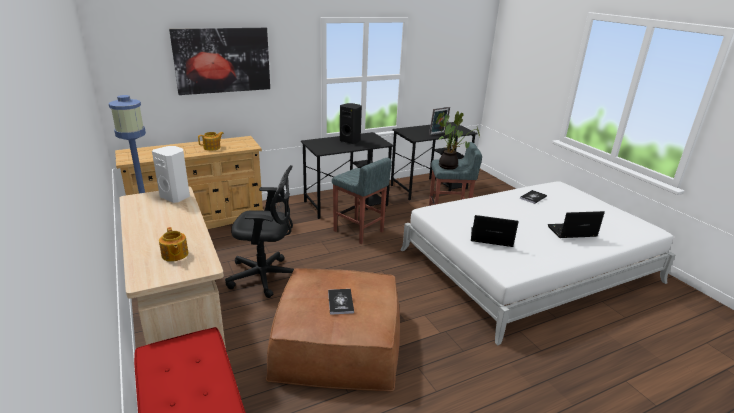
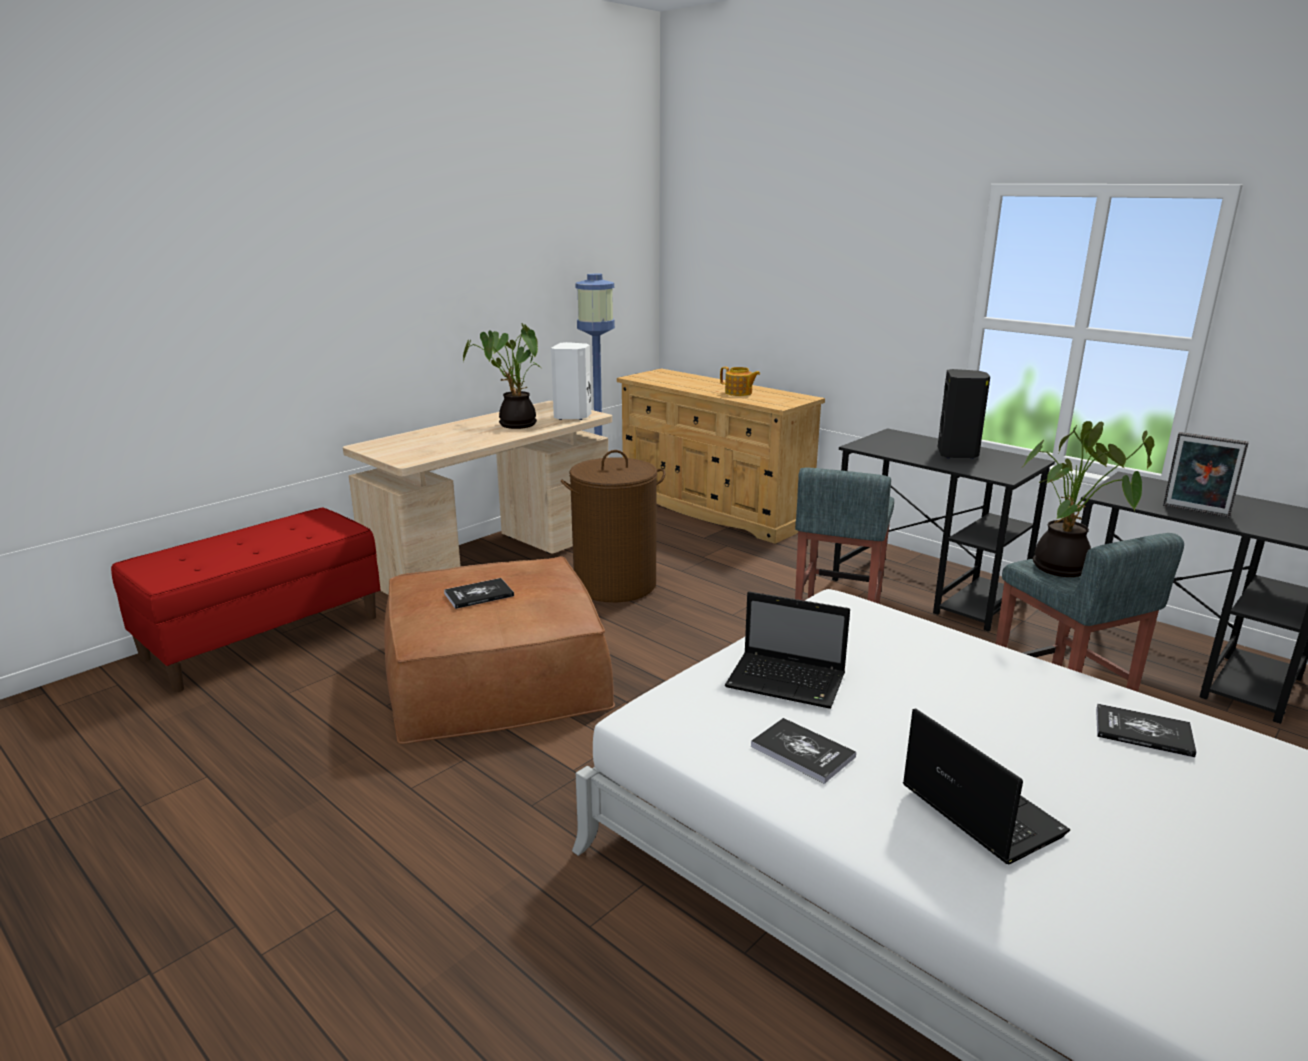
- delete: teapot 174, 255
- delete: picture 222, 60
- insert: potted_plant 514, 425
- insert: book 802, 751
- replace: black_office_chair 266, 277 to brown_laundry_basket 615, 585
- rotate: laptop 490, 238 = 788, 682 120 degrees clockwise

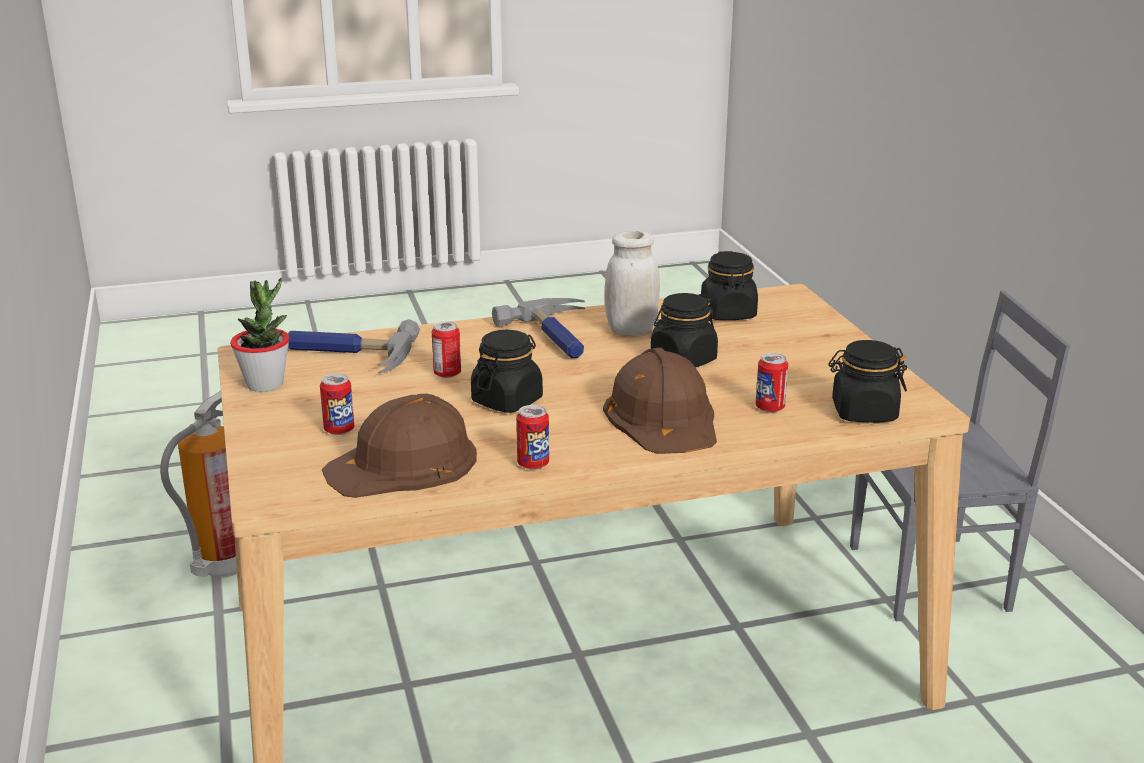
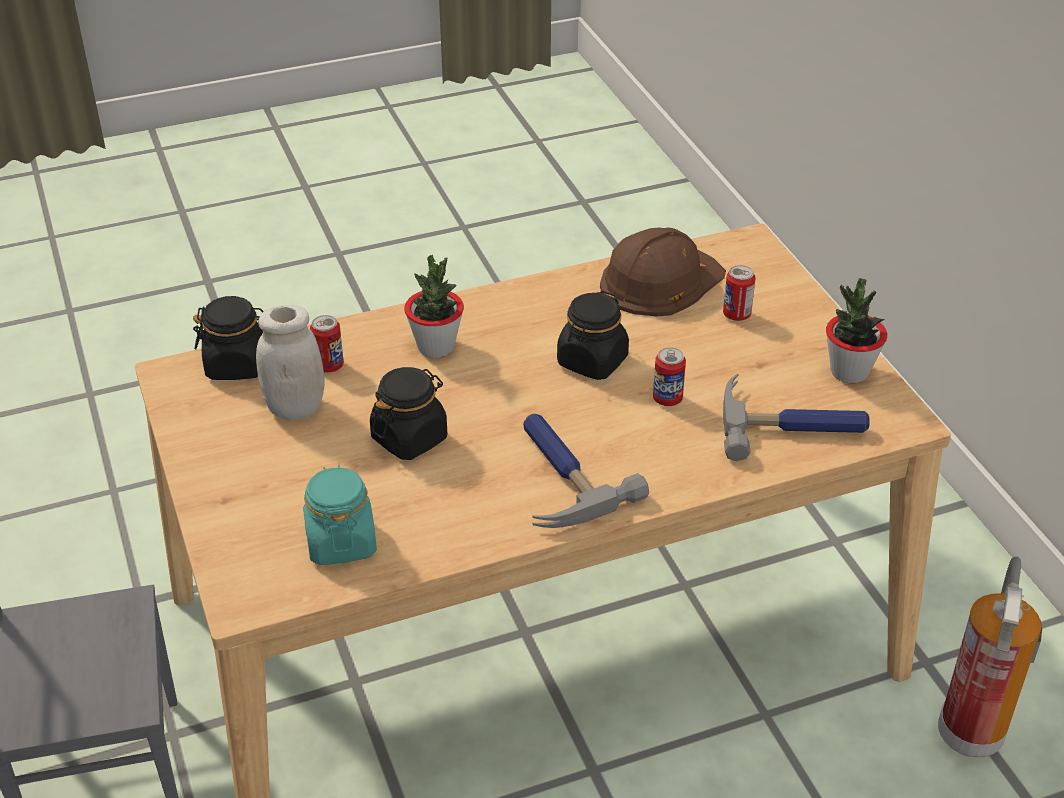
- delete: can 533, 464
- move: white_jar 631, 330 to 295, 408
- replace: brown_hard_hat 663, 417 to potted_plant 436, 347
- recolor: black_jar 728, 314 to turquoise_jar 341, 542

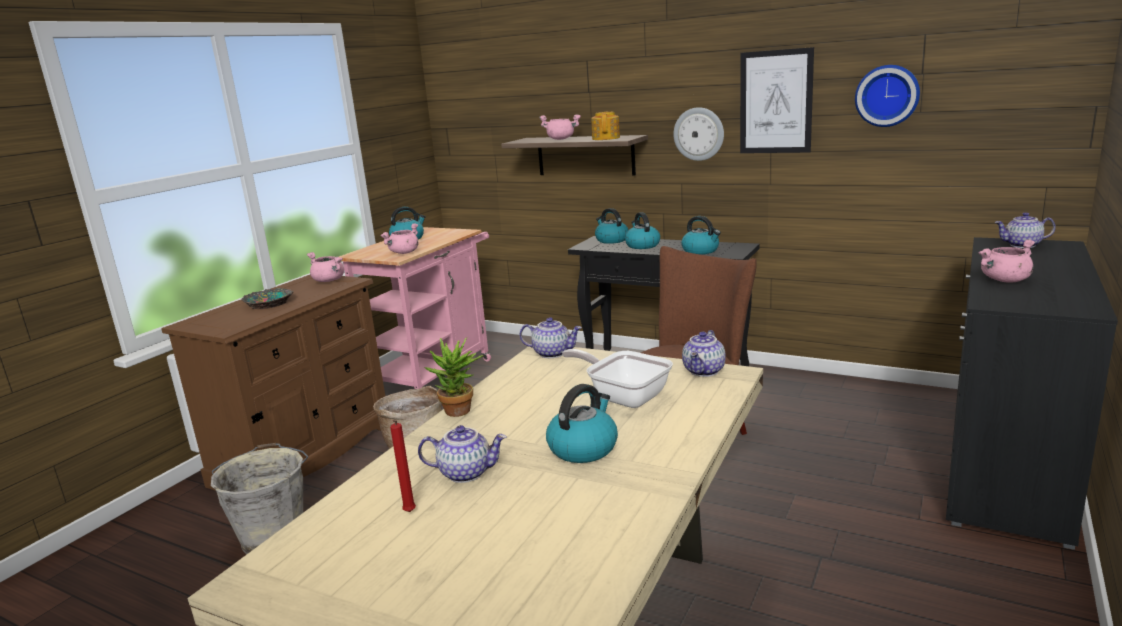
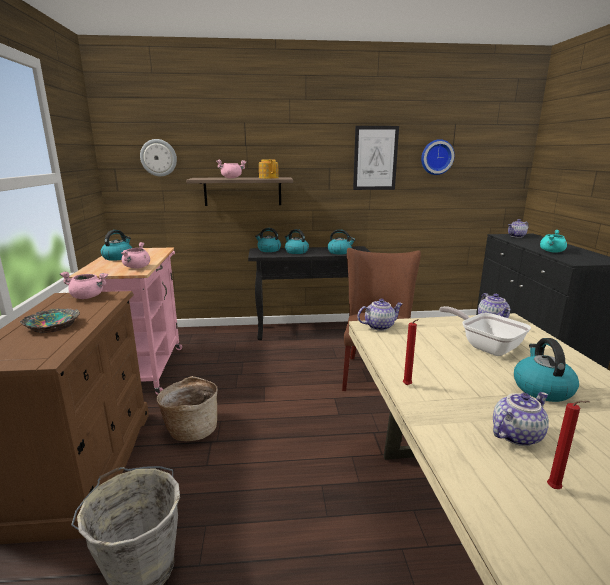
- move: wall_clock 699, 134 to 158, 157
- replace: potted_plant 460, 413 to red_candle 408, 386
- recolor: pink_cooking_pot 1005, 280 to turquoise_cooking_pot 552, 251
- rotate: frying_pan 624, 396 = 485, 346 45 degrees clockwise

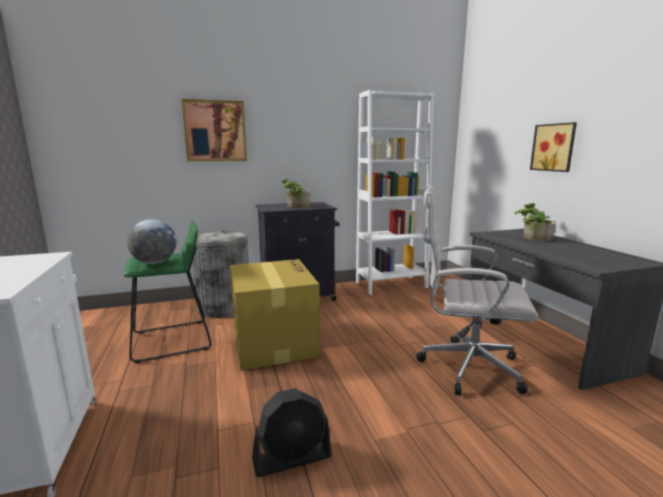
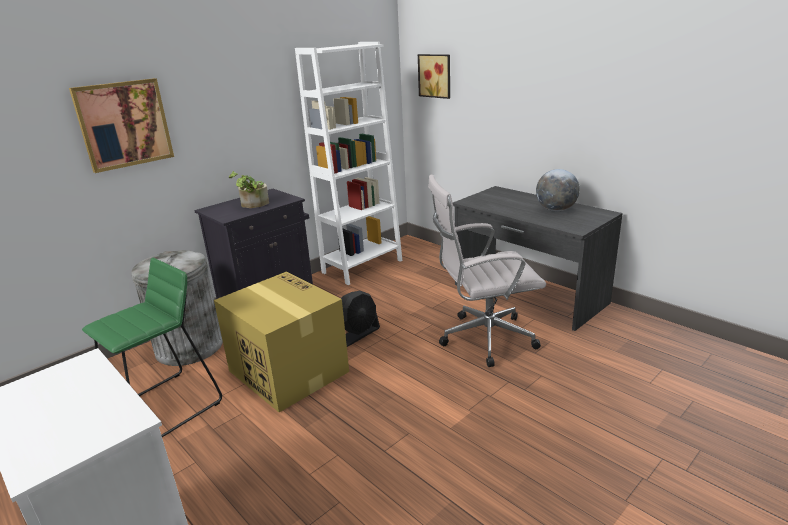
- delete: potted_plant 533, 237
- move: globe 155, 263 to 555, 210
- move: black_fan 292, 458 to 357, 335
- move: picture 554, 147 to 435, 75

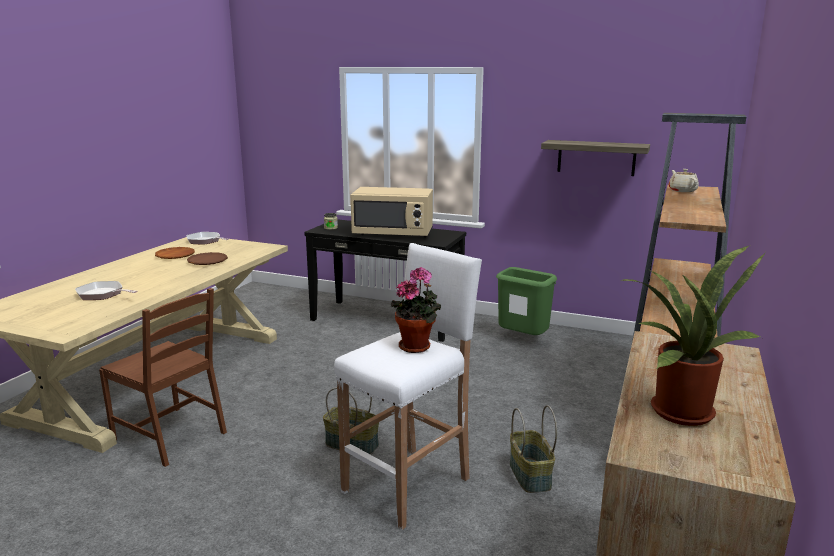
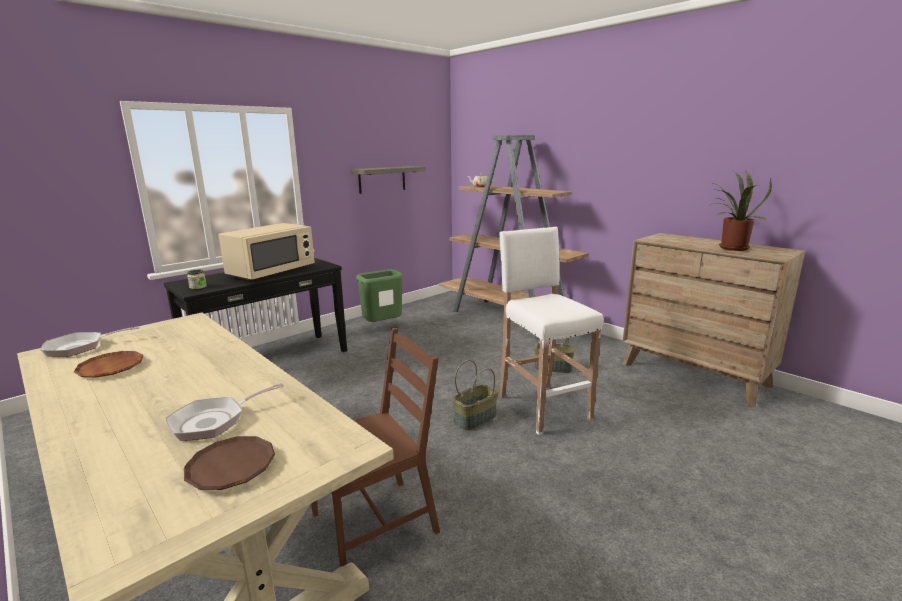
- delete: potted_plant 417, 346
- move: brown_plate 207, 261 to 231, 467

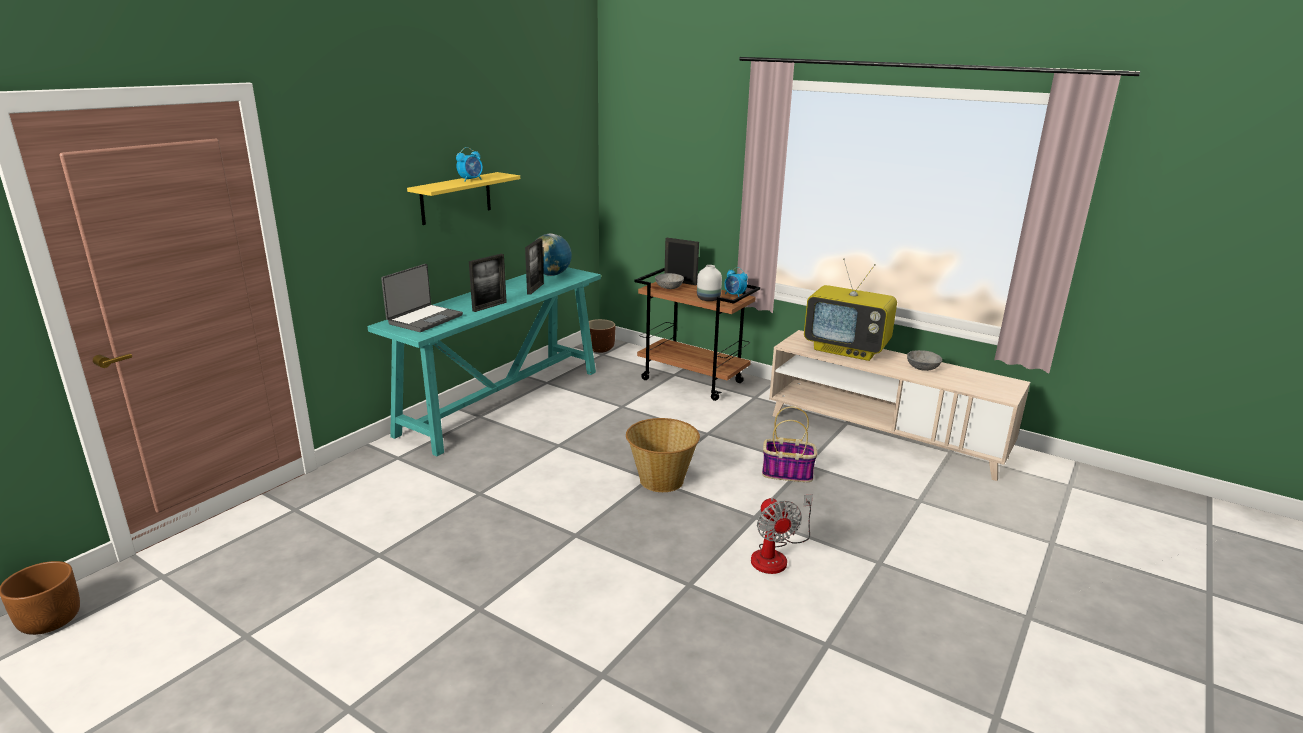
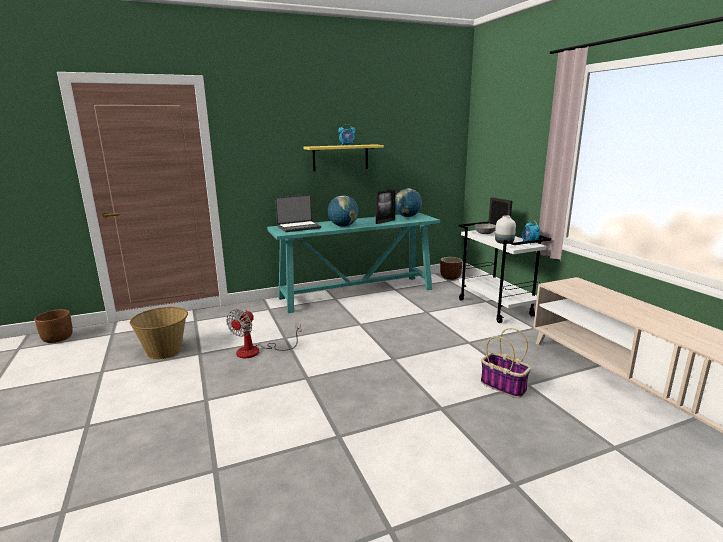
- delete: television 847, 350
- delete: grey_bowl 922, 368
- move: basket 661, 480 to 165, 351
- move: fan 776, 555 to 257, 351
- replace: picture_frame 489, 306 to globe 343, 226
- recolor: brown_cart 693, 381 to white_cart 496, 307

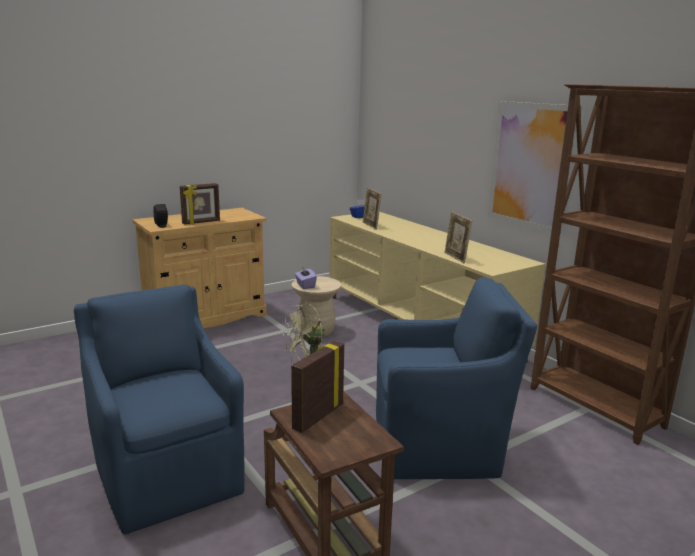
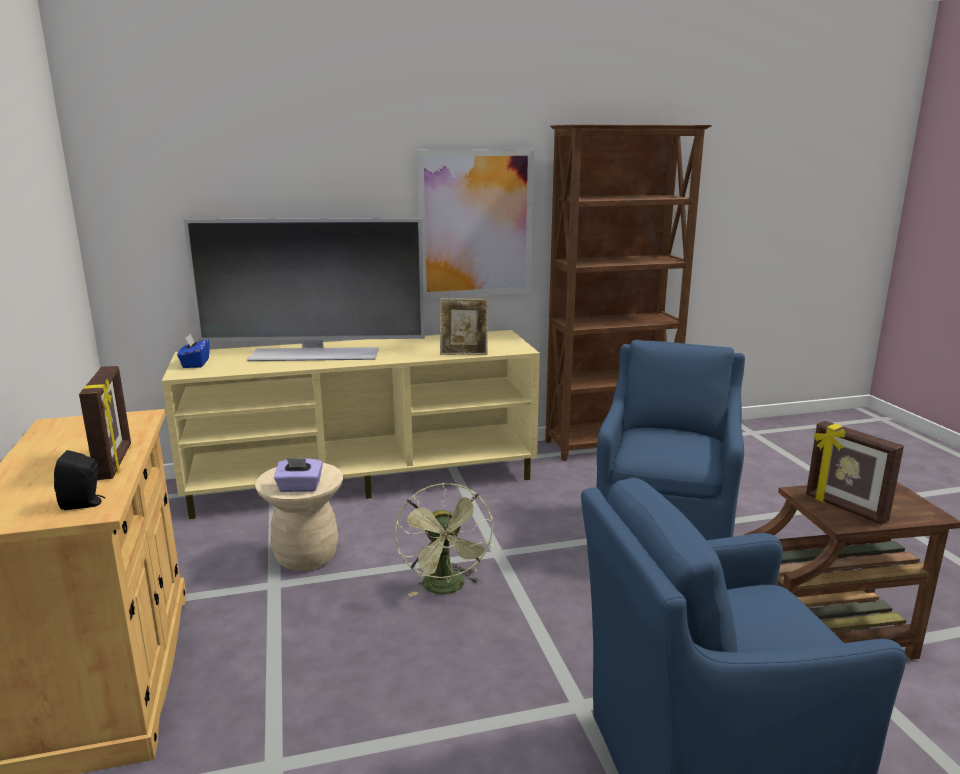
- delete: picture_frame 371, 226
- insert: television 314, 354

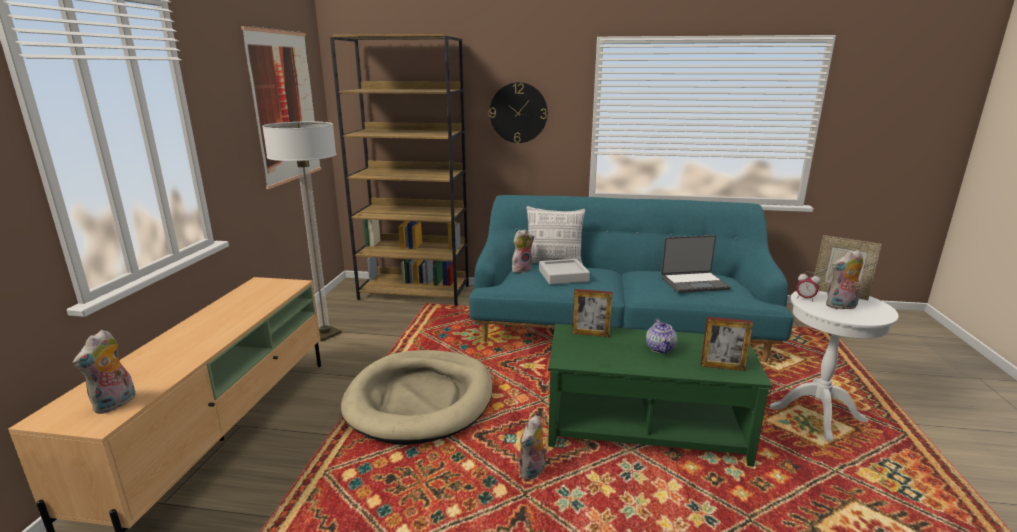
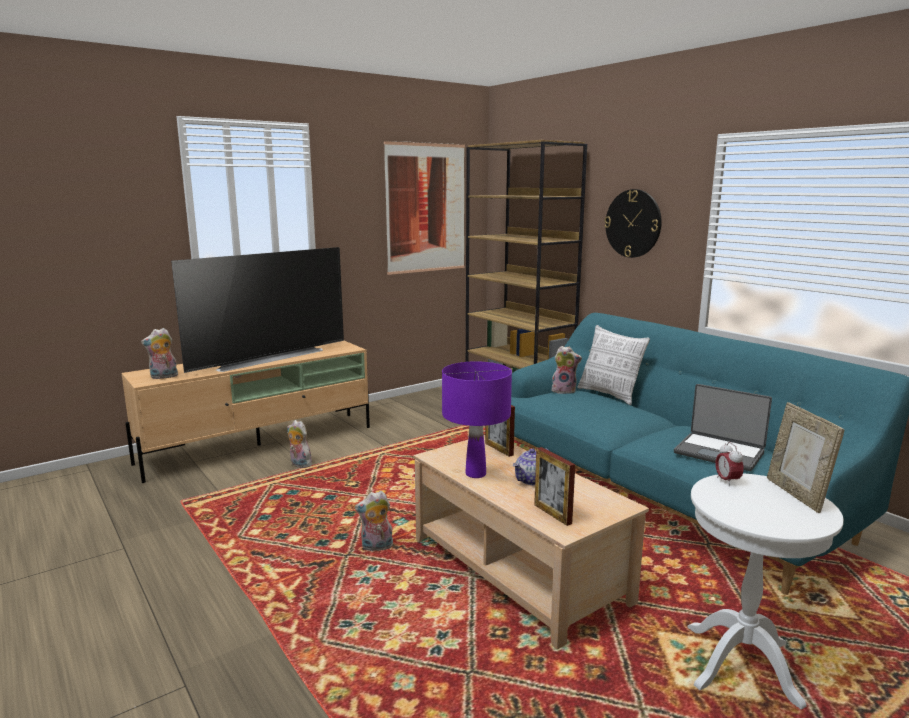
- delete: floor_lamp 325, 334
- delete: beige_dog_bed 420, 400
- delete: grey_tray 563, 275
- insert: television 267, 358
- insert: purple_table_lamp 475, 474
- move: plush_toy 841, 306 to 299, 464
- recolor: green_coffee_table 644, 426 to beige_coffee_table 519, 569

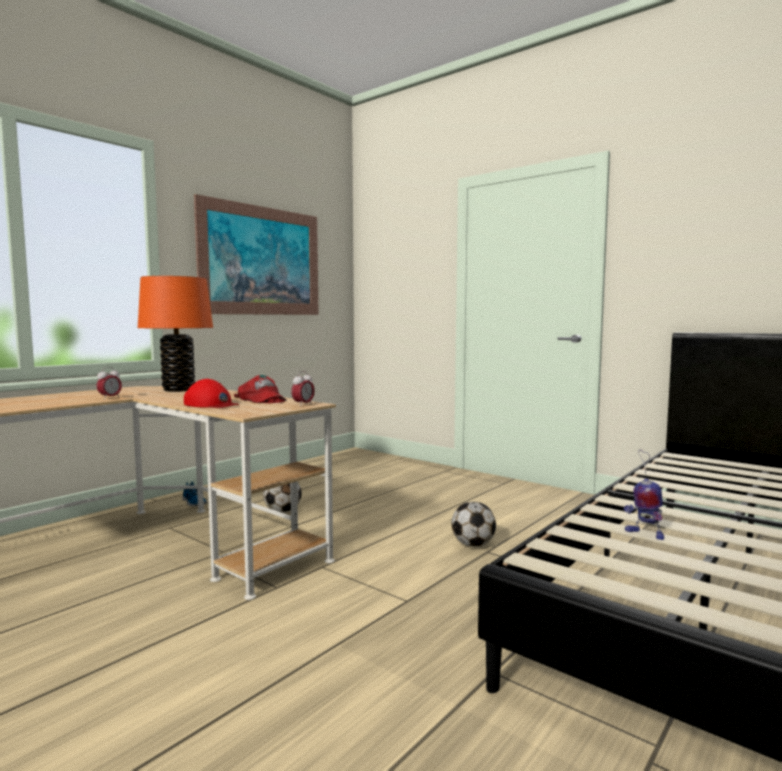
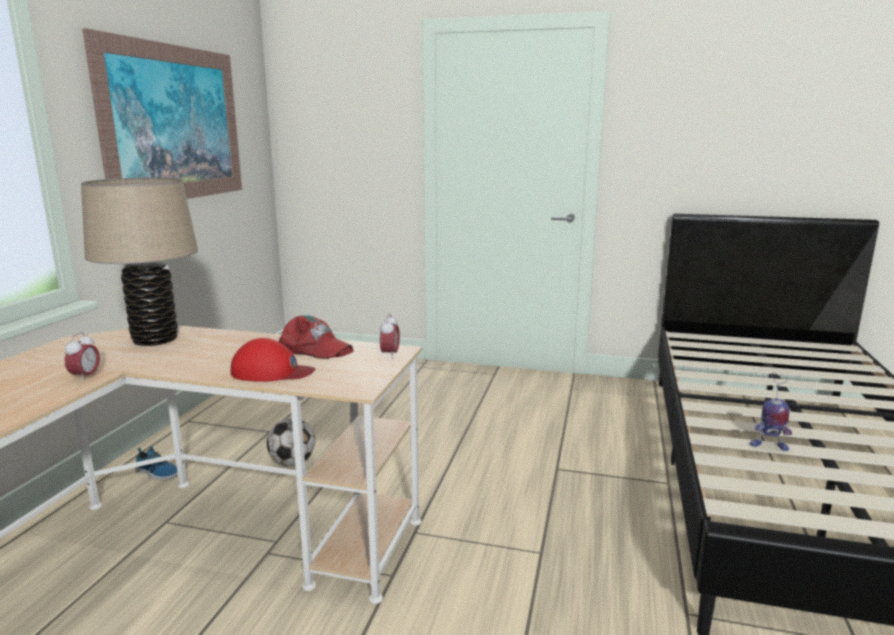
- delete: football 473, 545
- recolor: orange_table_lamp 178, 390 to beige_table_lamp 155, 339

